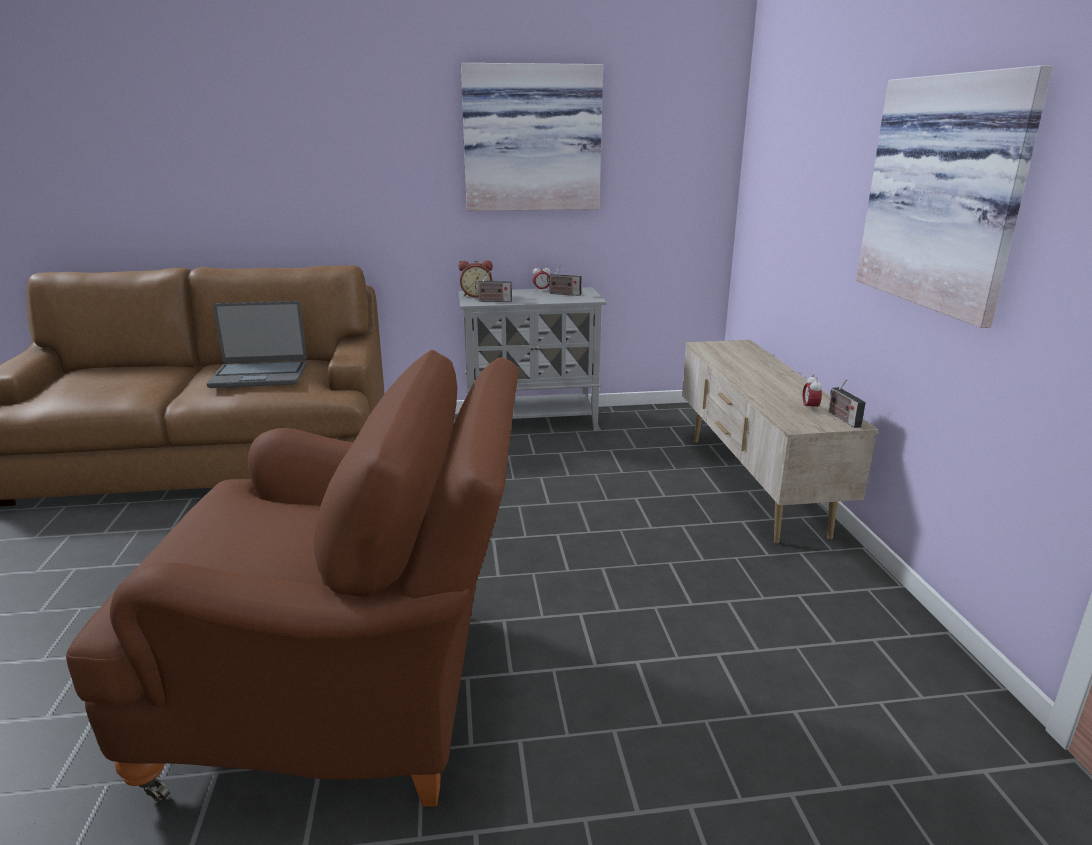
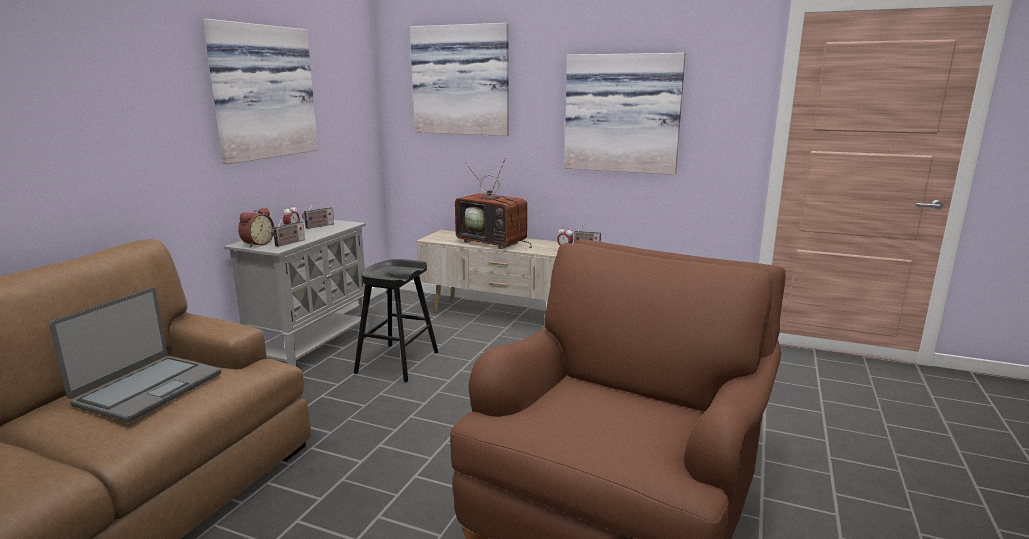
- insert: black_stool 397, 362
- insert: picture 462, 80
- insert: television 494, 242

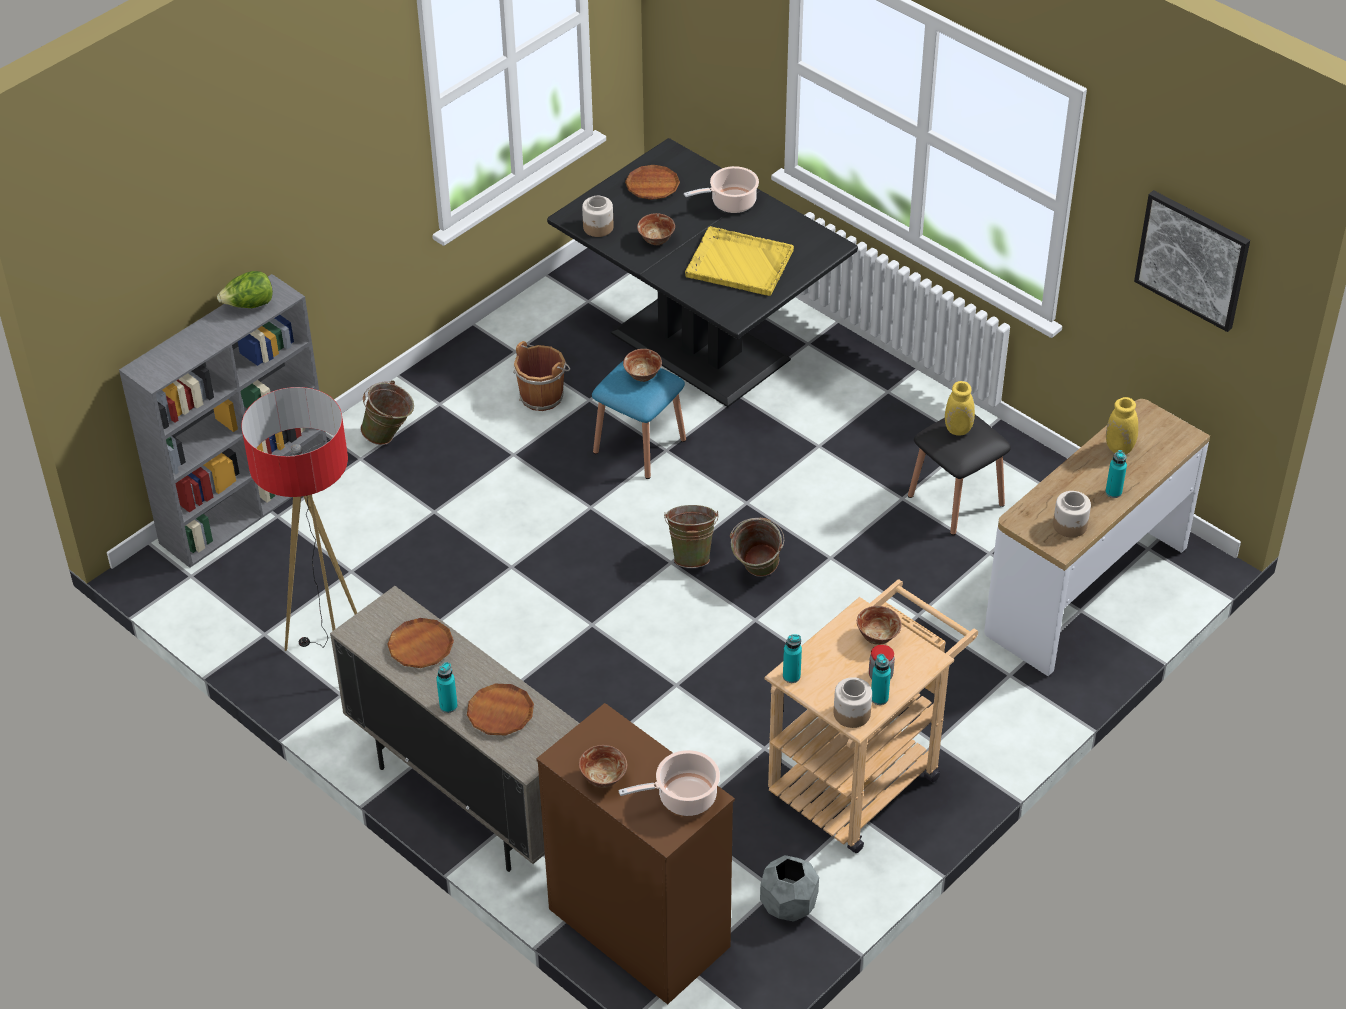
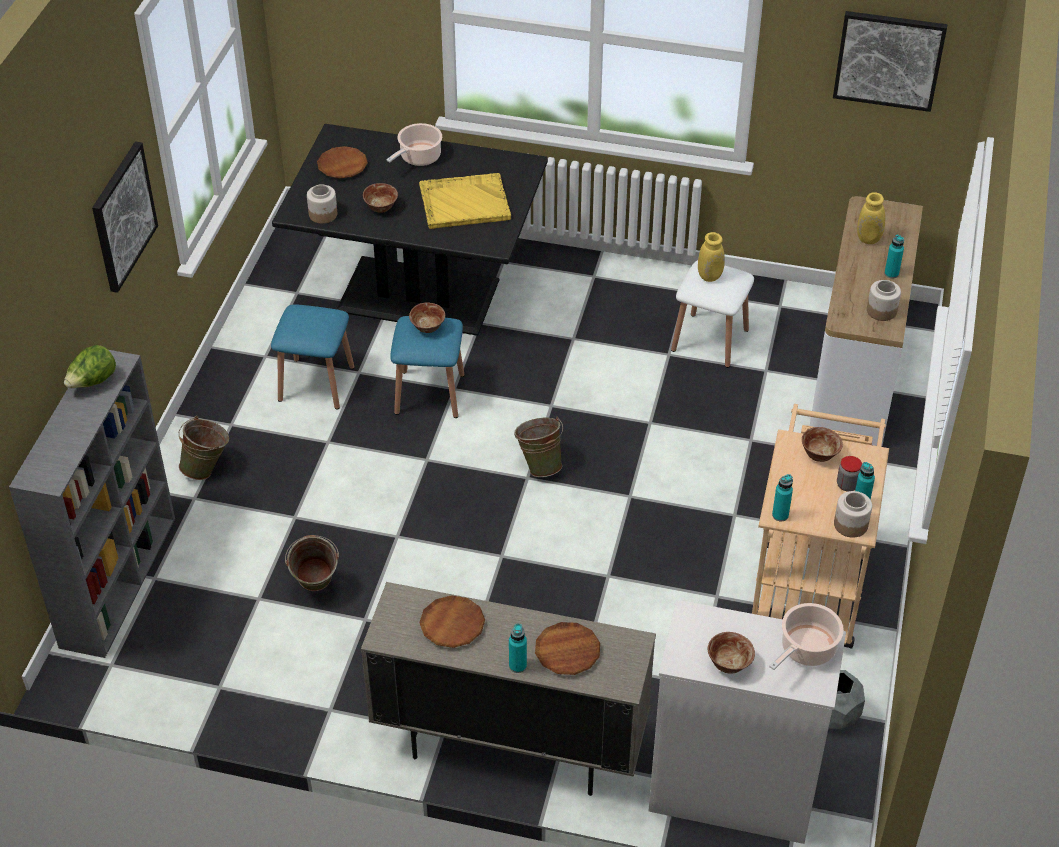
- delete: floor_lamp 330, 653
- insert: picture 122, 216
- move: green_bucket 756, 574 to 315, 589
- replace: brown_bucket 543, 395 to blue_stool 316, 383
- recolor: brown_dresser 637, 927 to white_dresser 731, 790
- recolor: black_stool 956, 500 to white_stool 710, 340

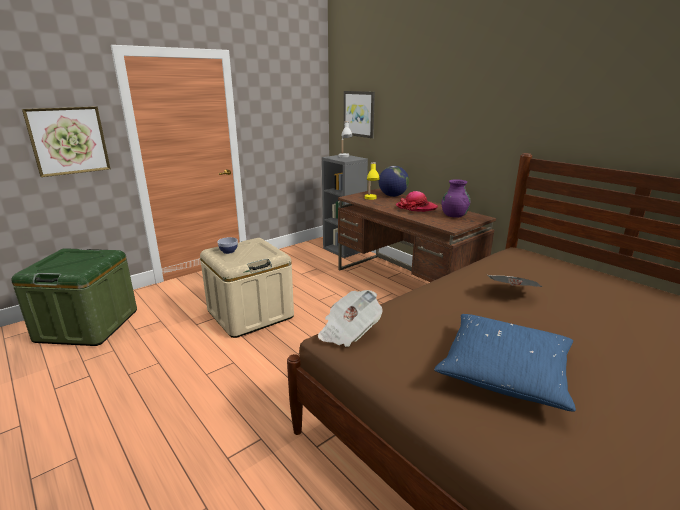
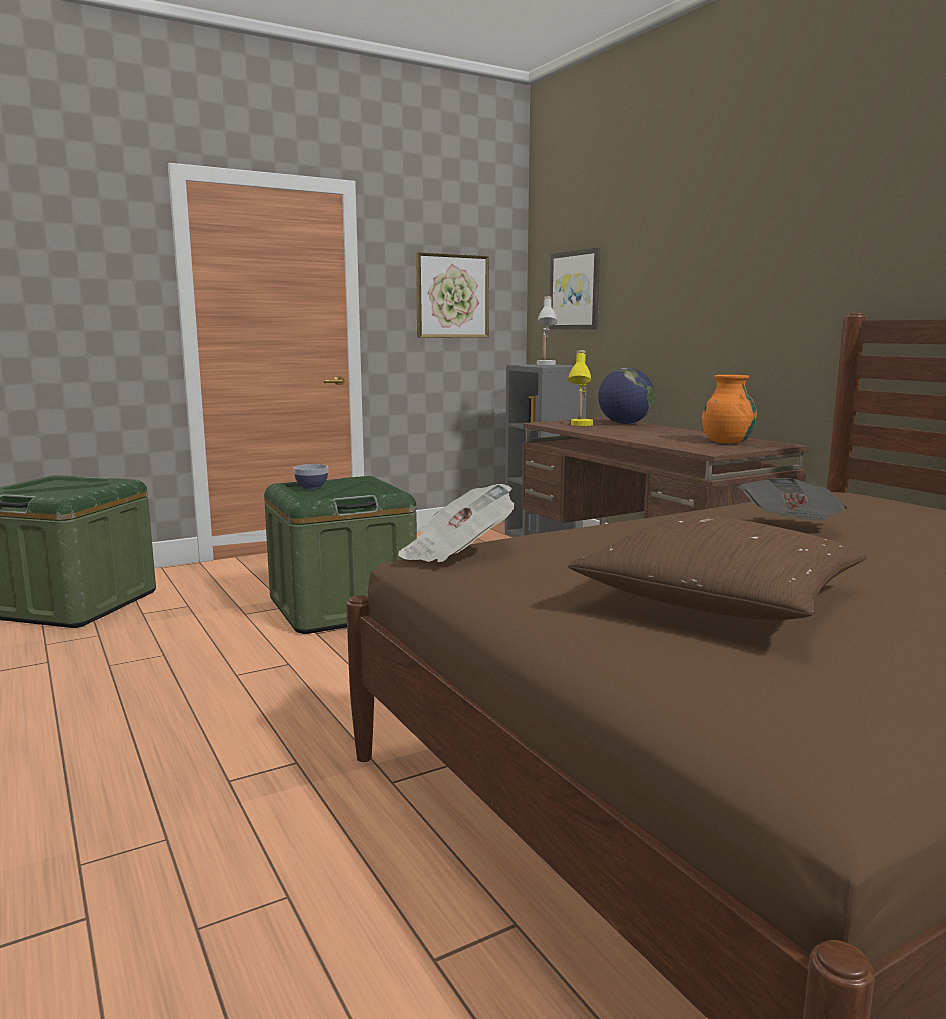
- delete: hat 416, 207
- move: picture 68, 141 to 452, 296
- recolor: beige_storage_box 250, 314 to green_storage_box 342, 607
- recolor: blue_pillow 504, 371 to brown_pillow 719, 599
- recolor: purple_vase 454, 215 to orange_vase 727, 442

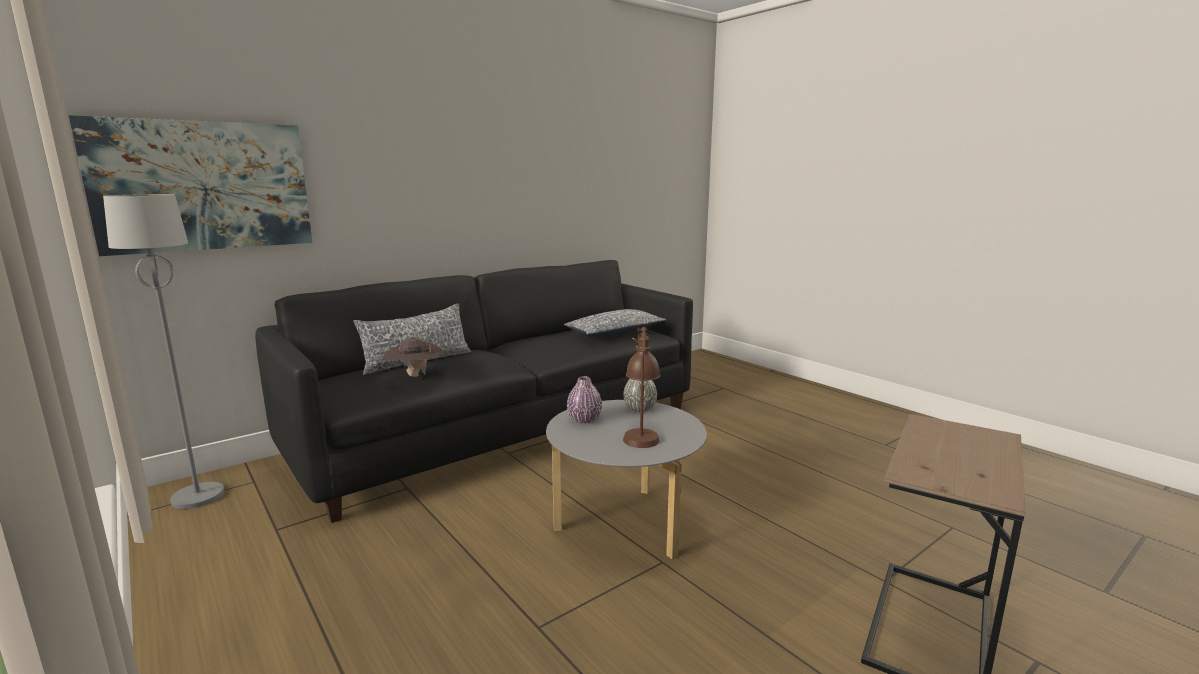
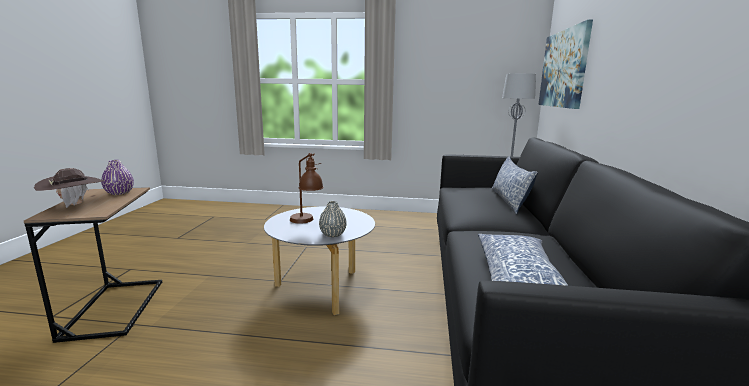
- move: brown_hat 415, 376 to 75, 205
- move: purple_vase 584, 419 to 119, 193

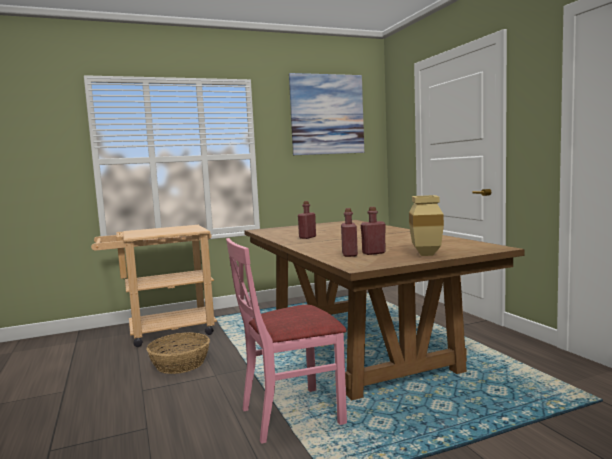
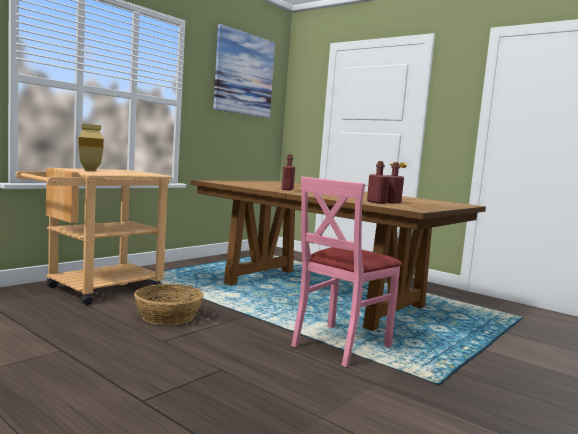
- move: beige_vase 424, 254 to 89, 170

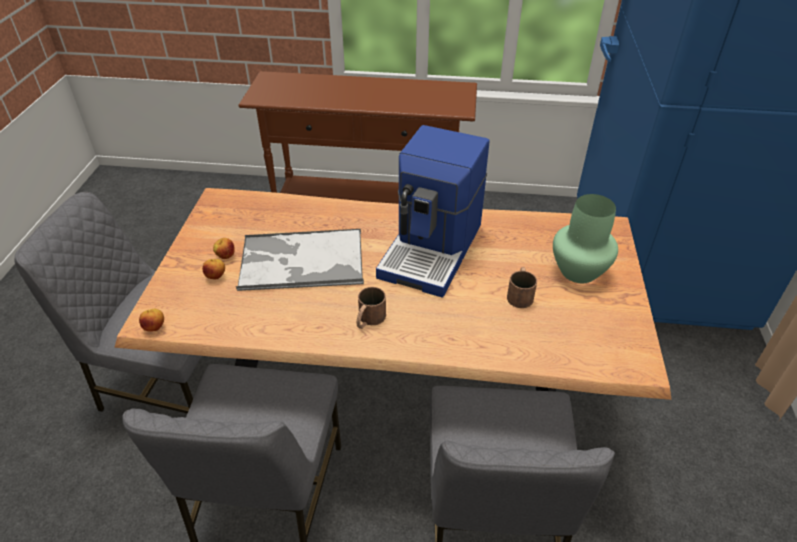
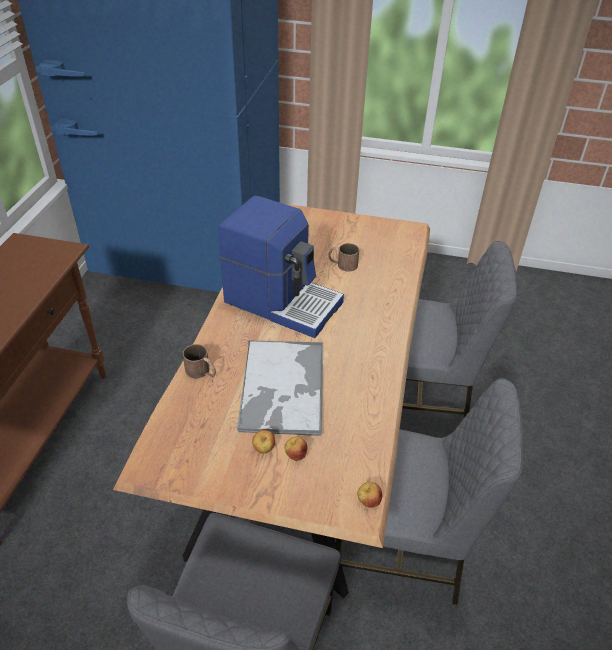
- delete: green_vase 579, 271
- move: brown_mug 369, 320 to 202, 372

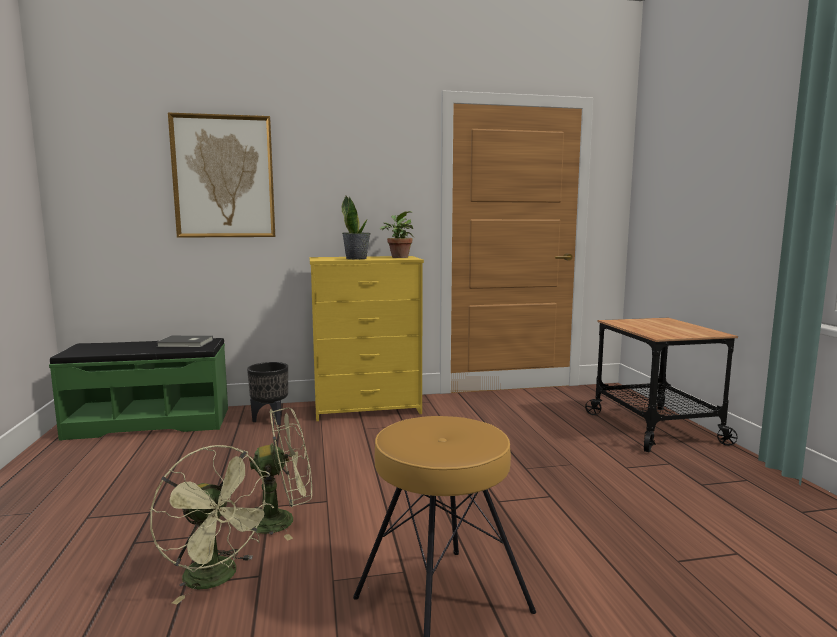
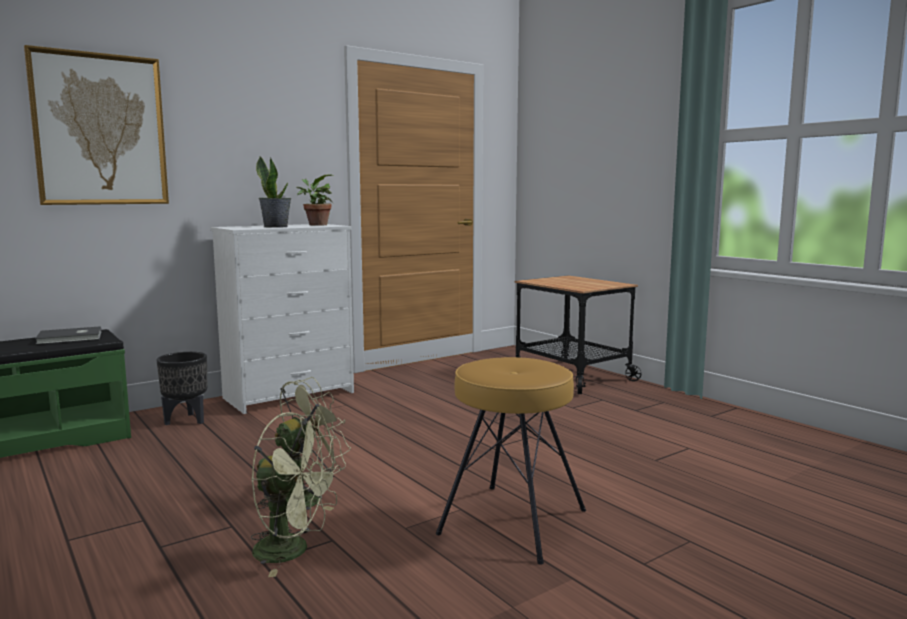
- recolor: yellow_dresser 368, 408 to white_dresser 290, 395

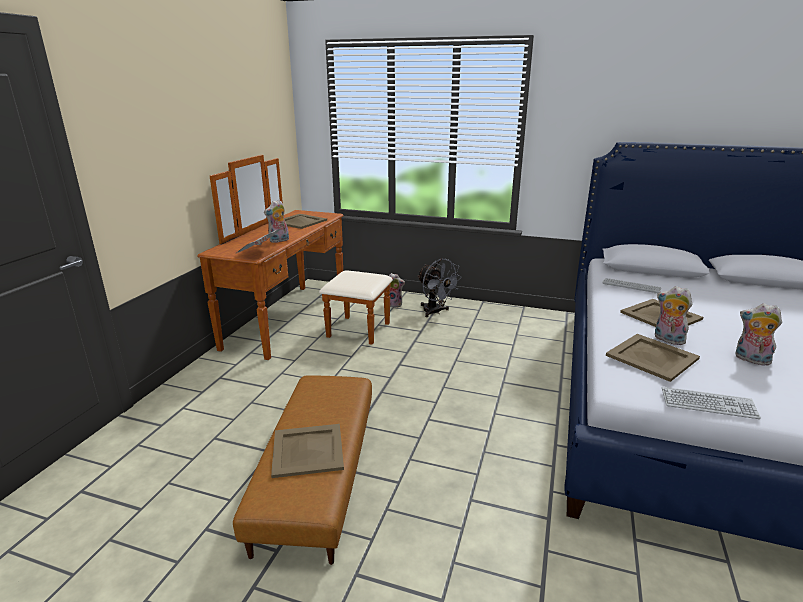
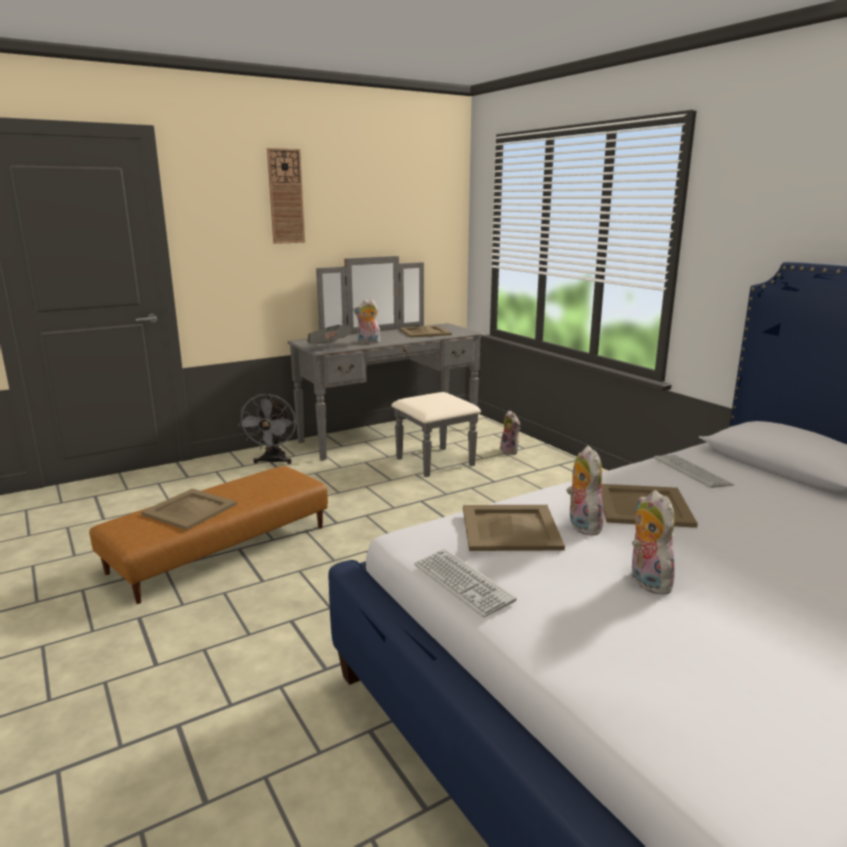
- insert: wall_clock 286, 196
- move: grey_fan 435, 312 to 273, 462
- recolor: brown_dresser 304, 321 to grey_dresser 400, 440

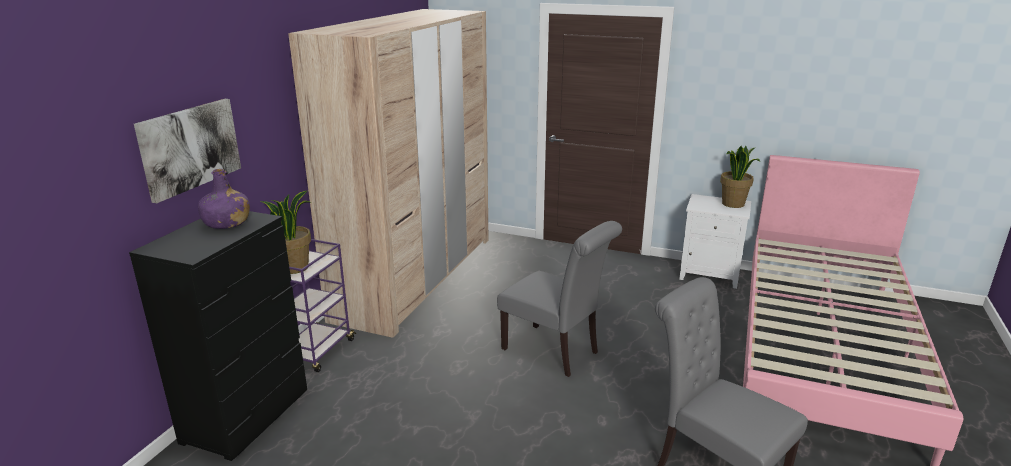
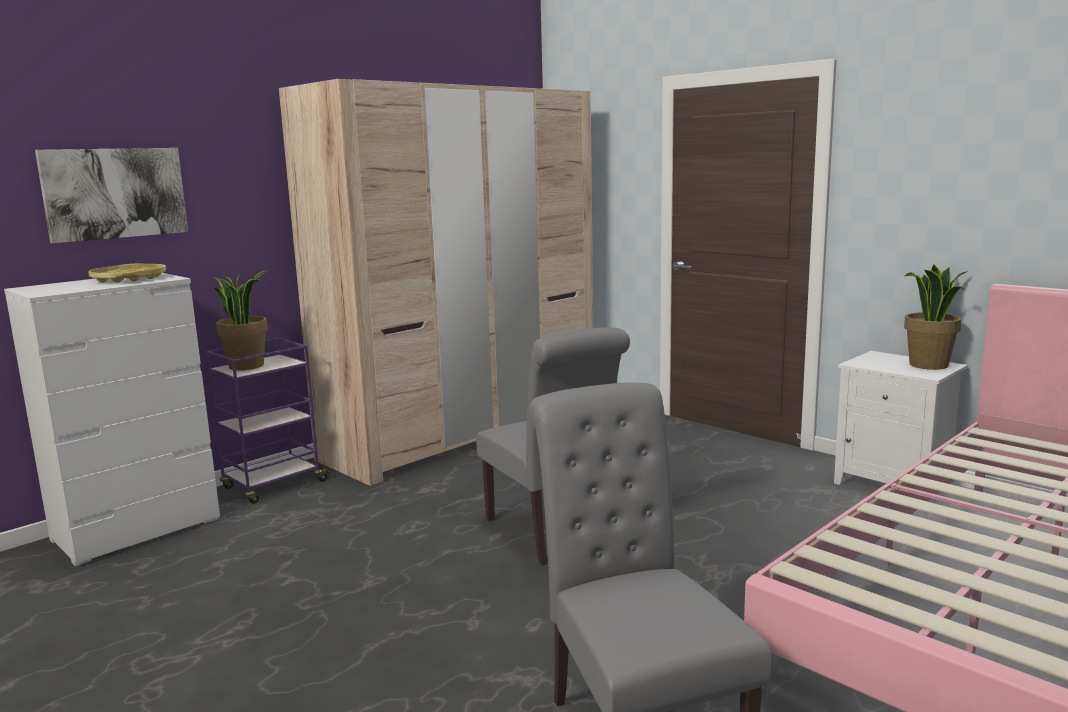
- replace: purple_bottle 227, 223 to yellow_tray 129, 279
- recolor: black_dresser 247, 416 to white_dresser 138, 529

